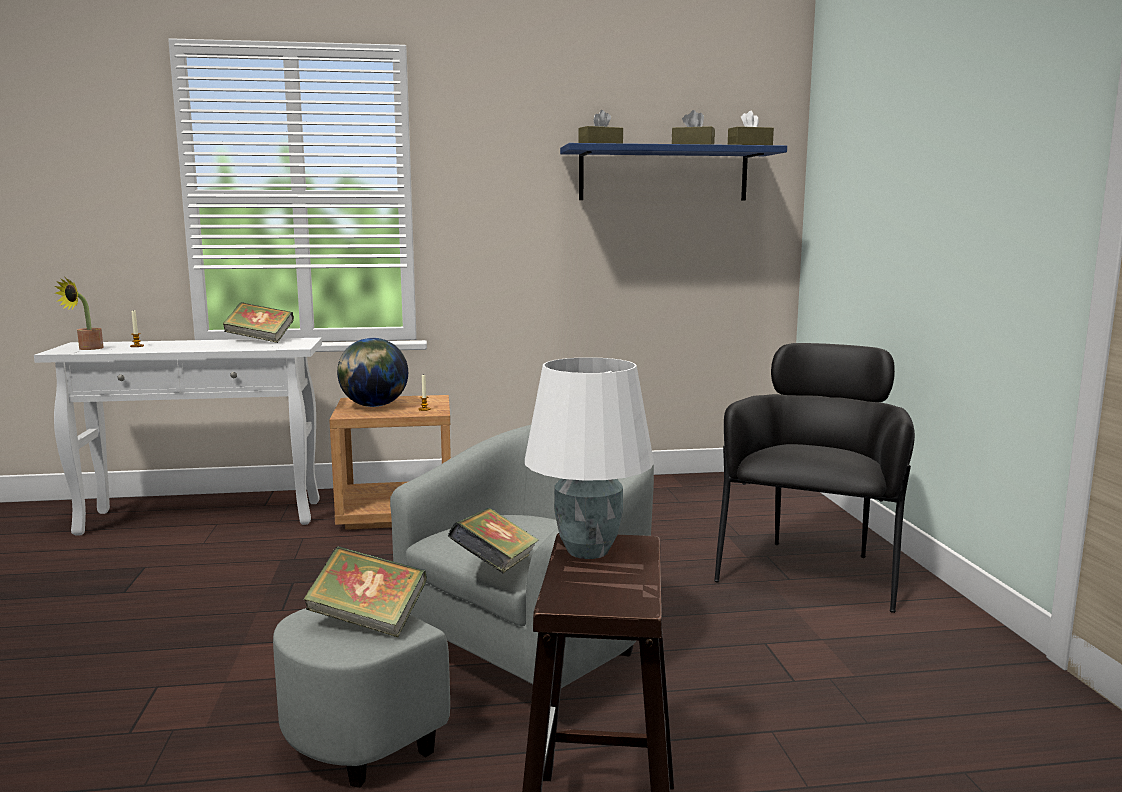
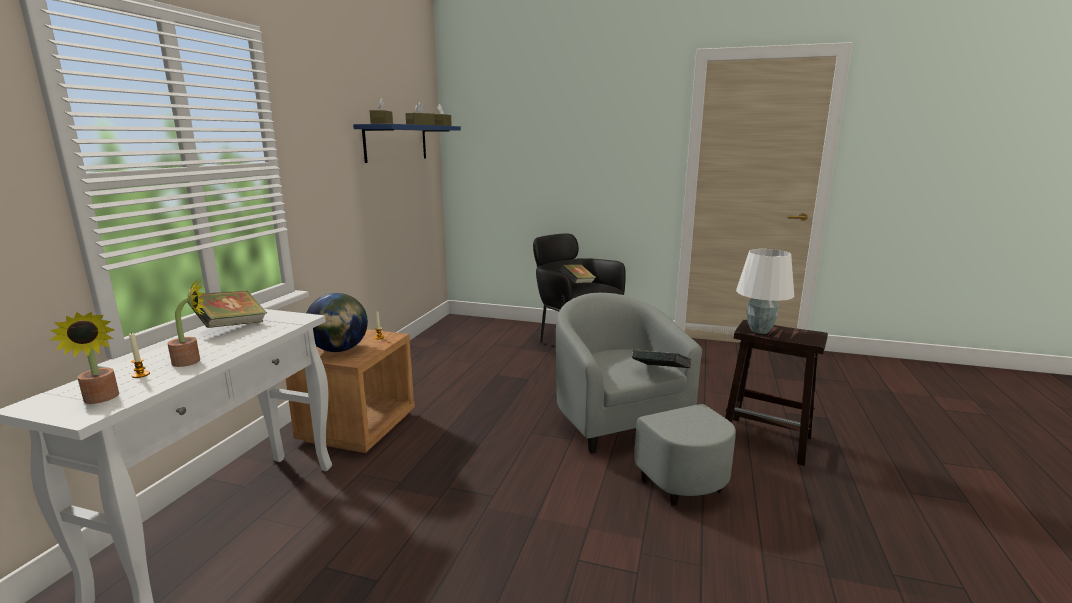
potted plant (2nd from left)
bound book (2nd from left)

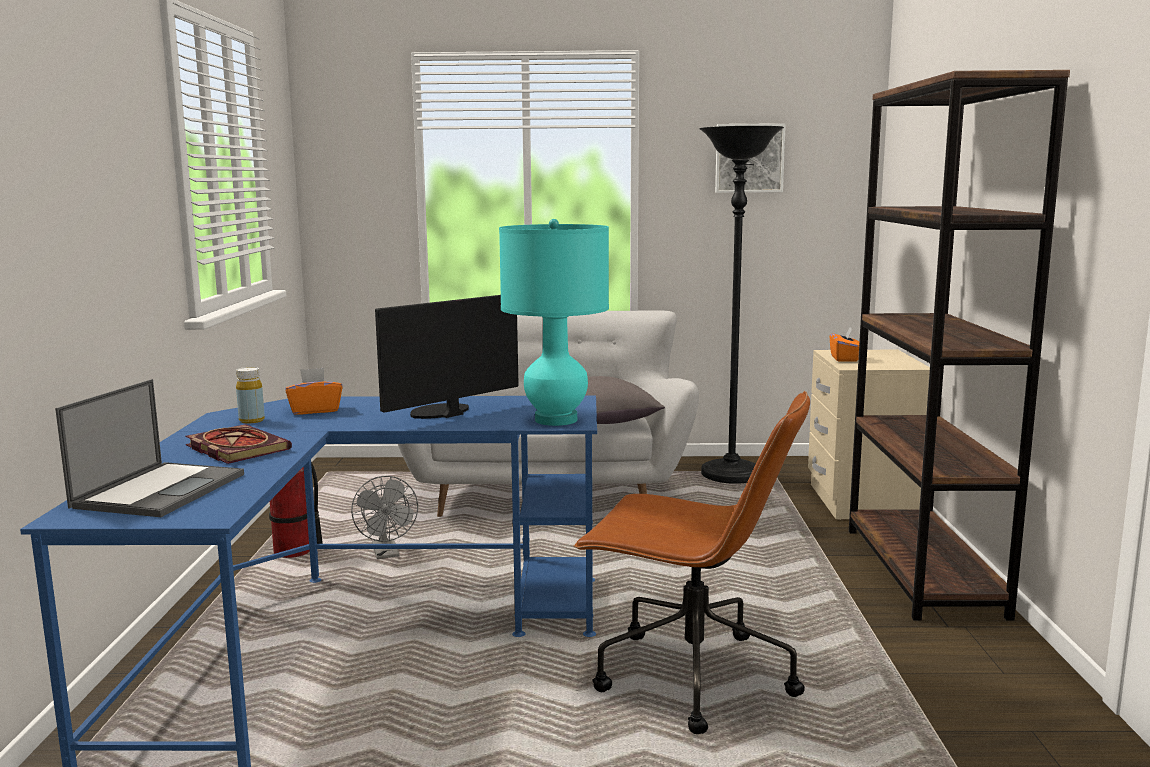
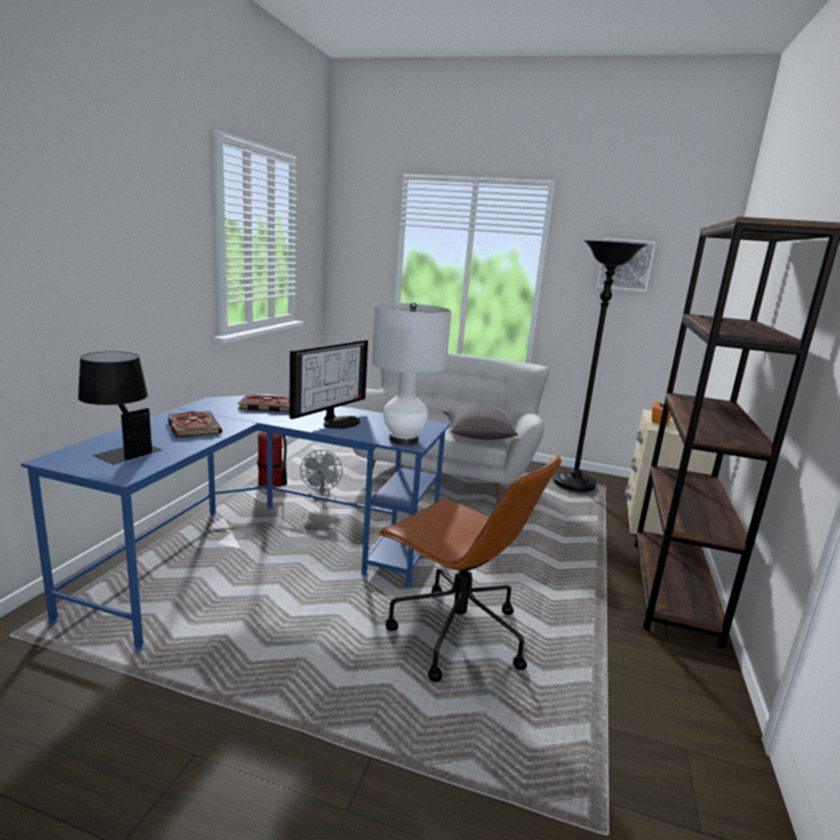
yellow bottle
black tabletop lamp
bound book (2nd from left)
whitish tabletop lamp
computer screen

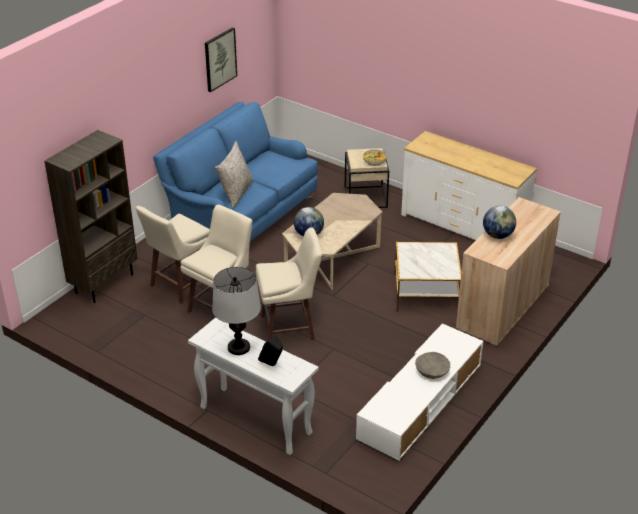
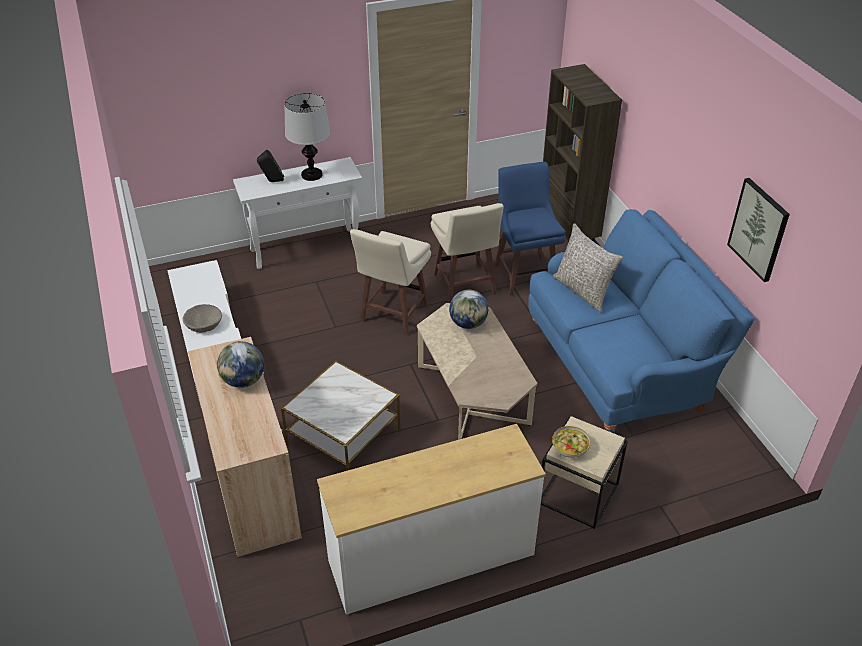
blue-coloured sitting stool

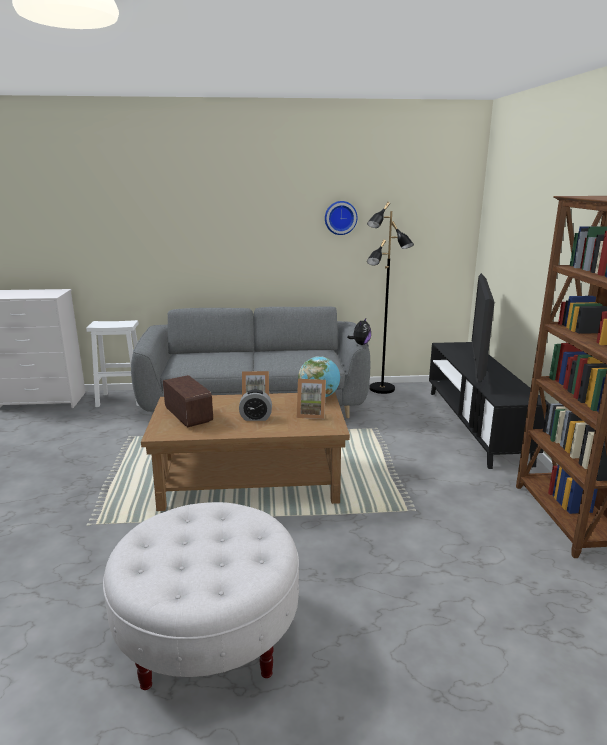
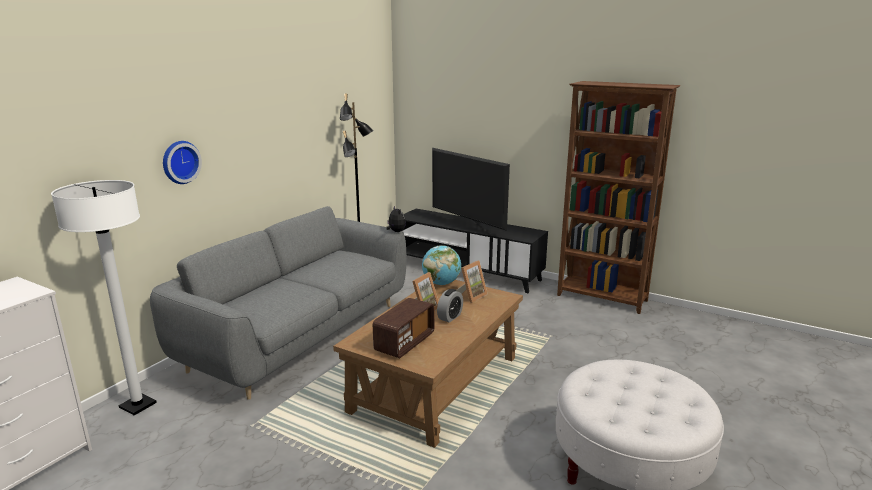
hanging clock
whitish floor lamp
radio receiver

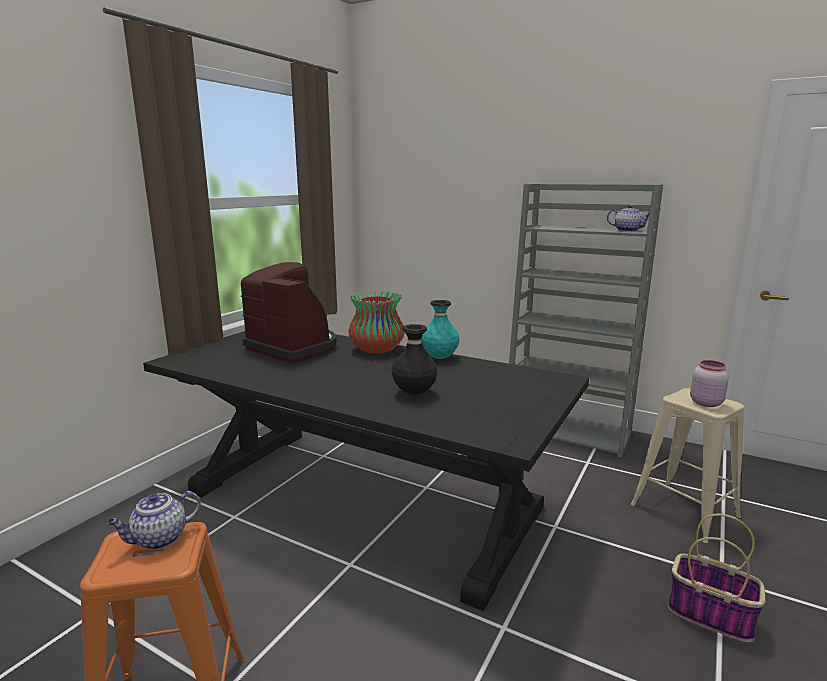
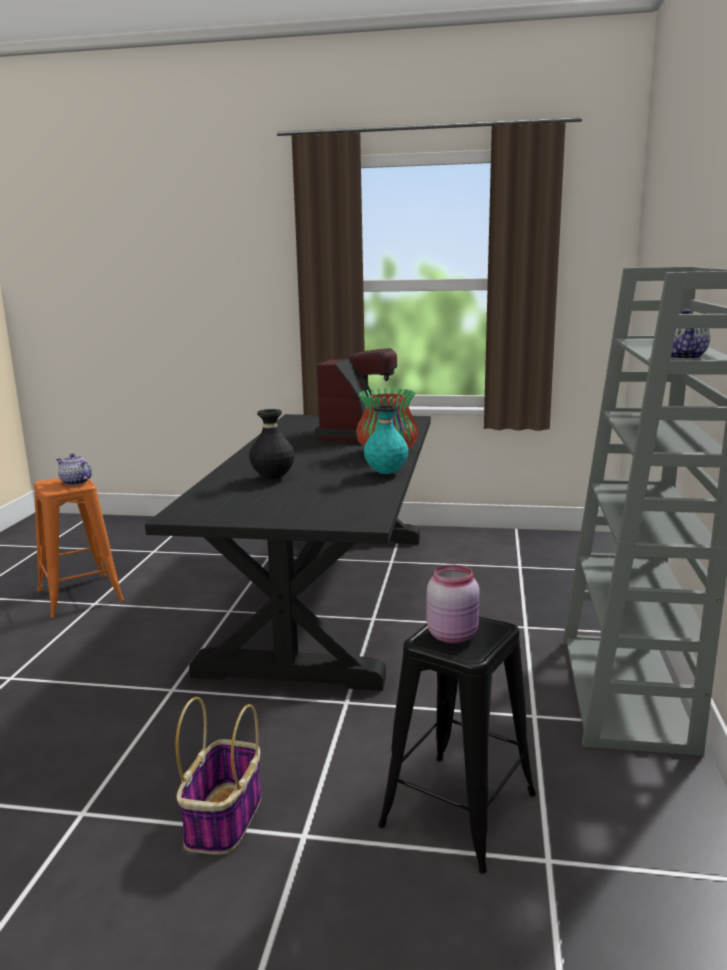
black sitting stool

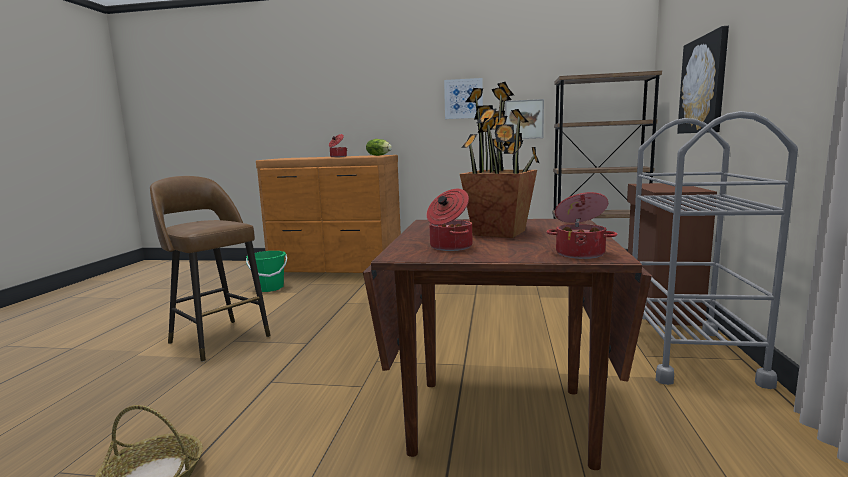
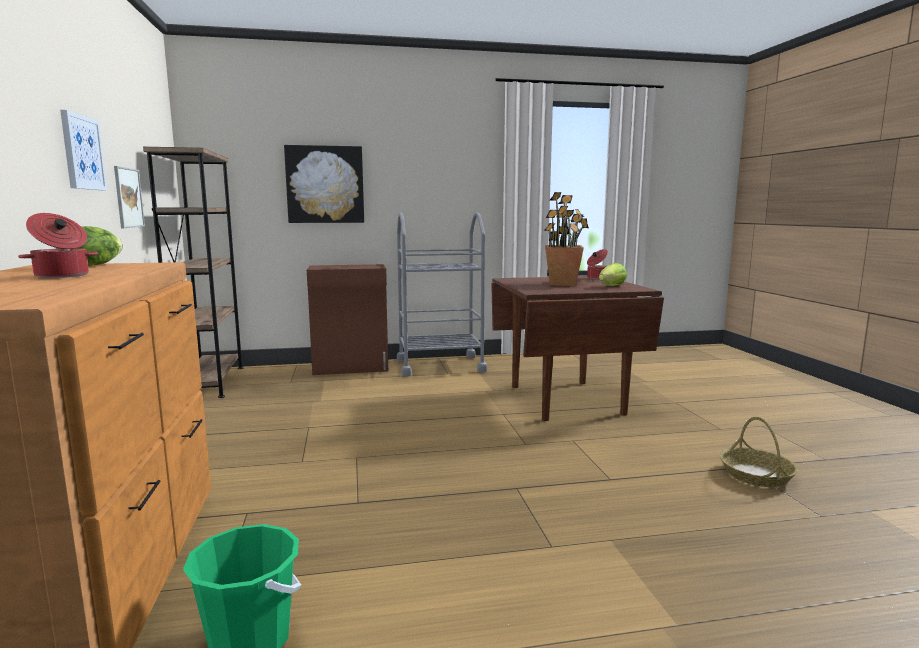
brownish sitting stool
head of lettuce (2nd from left)

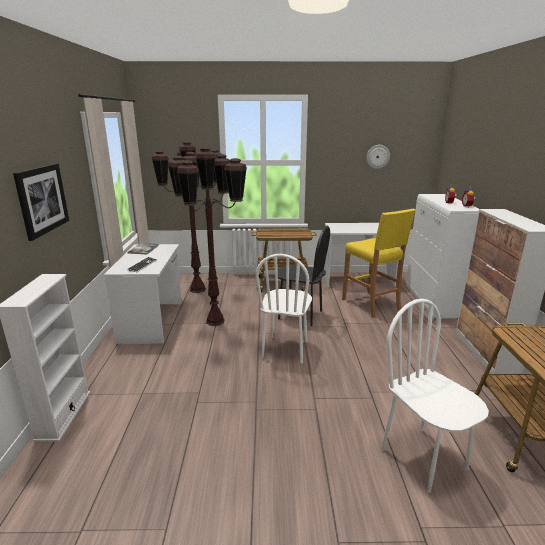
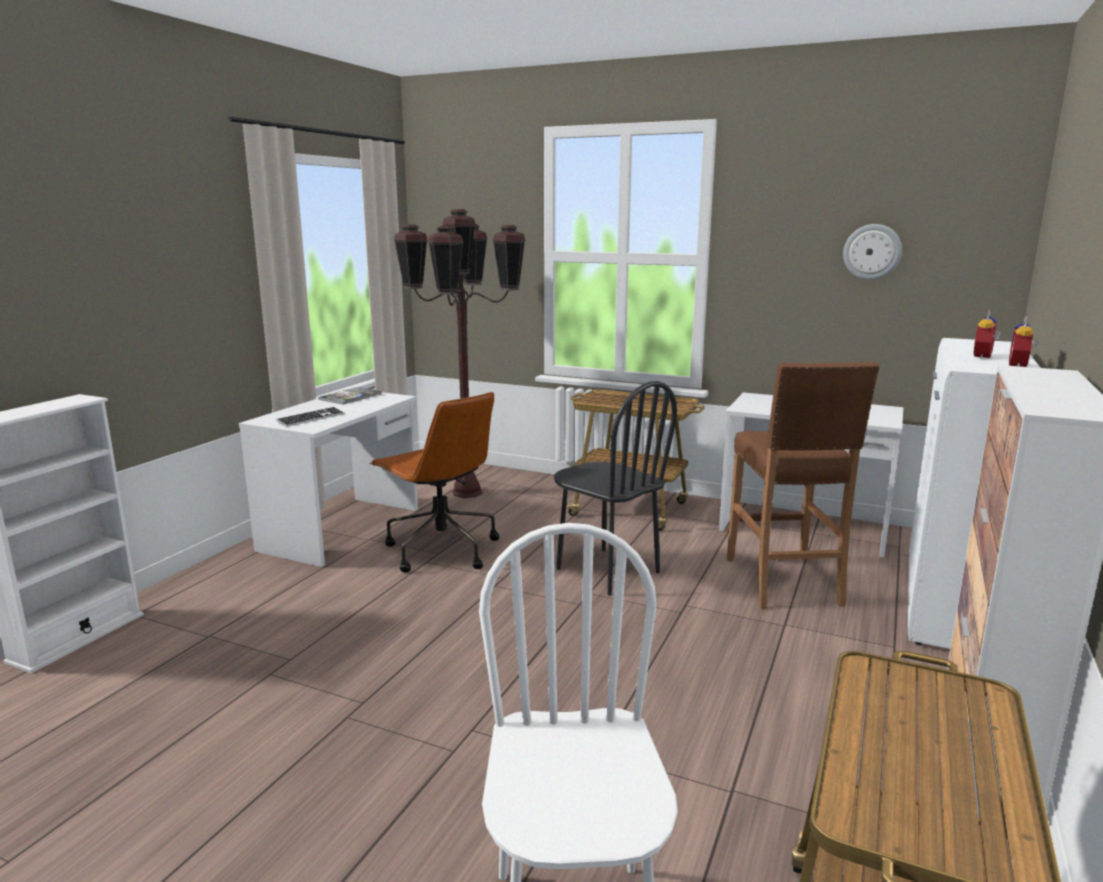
picture
whitish chair (1st from left in the first image)
brownish computer chair
brownish sitting stool

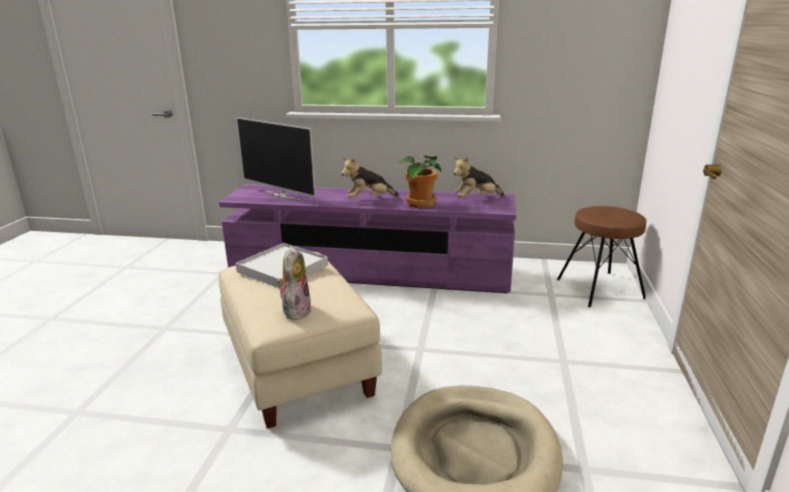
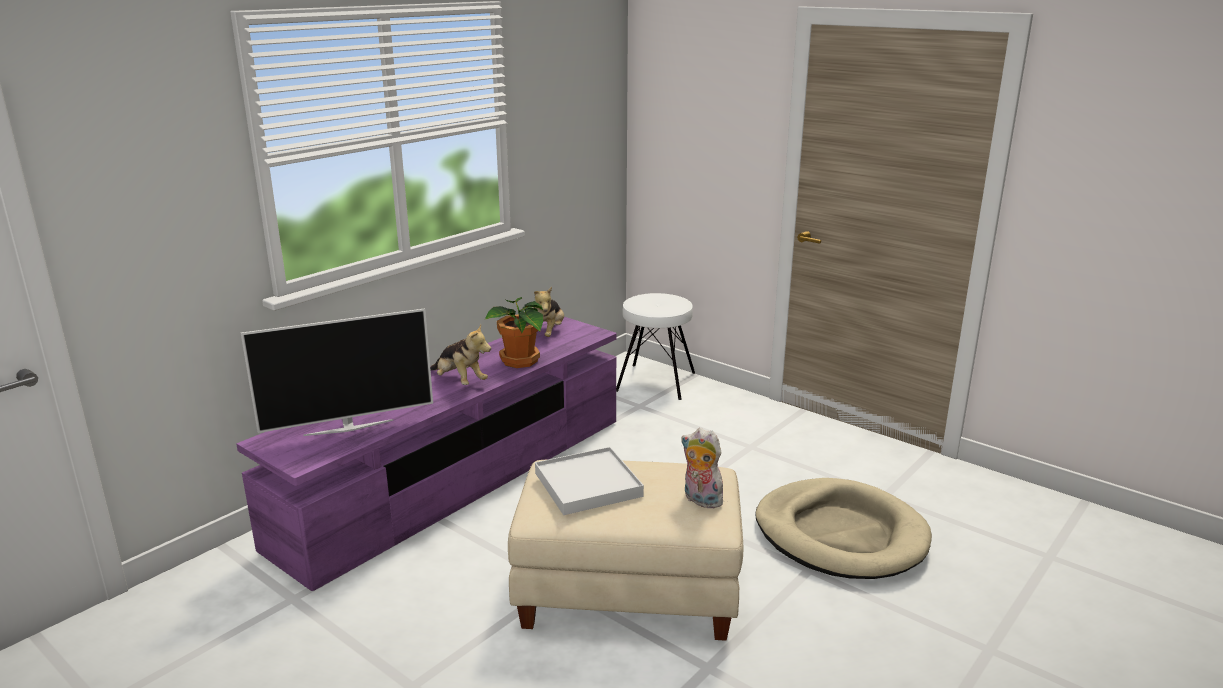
whitish sitting stool
soft toy (1st from left)

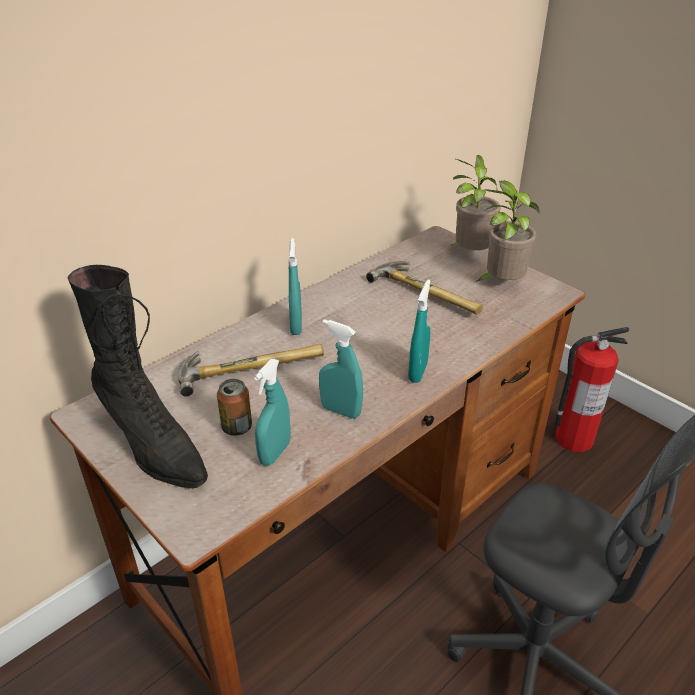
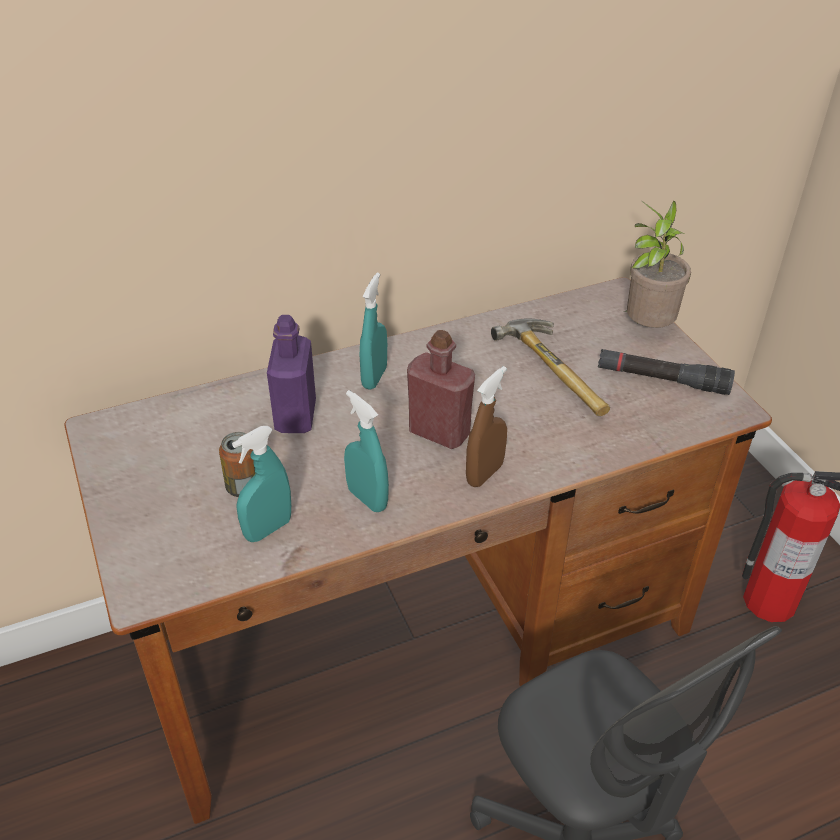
black high-top boot
red bottle
purple bottle
black hand torch
brownish hand sprayer

